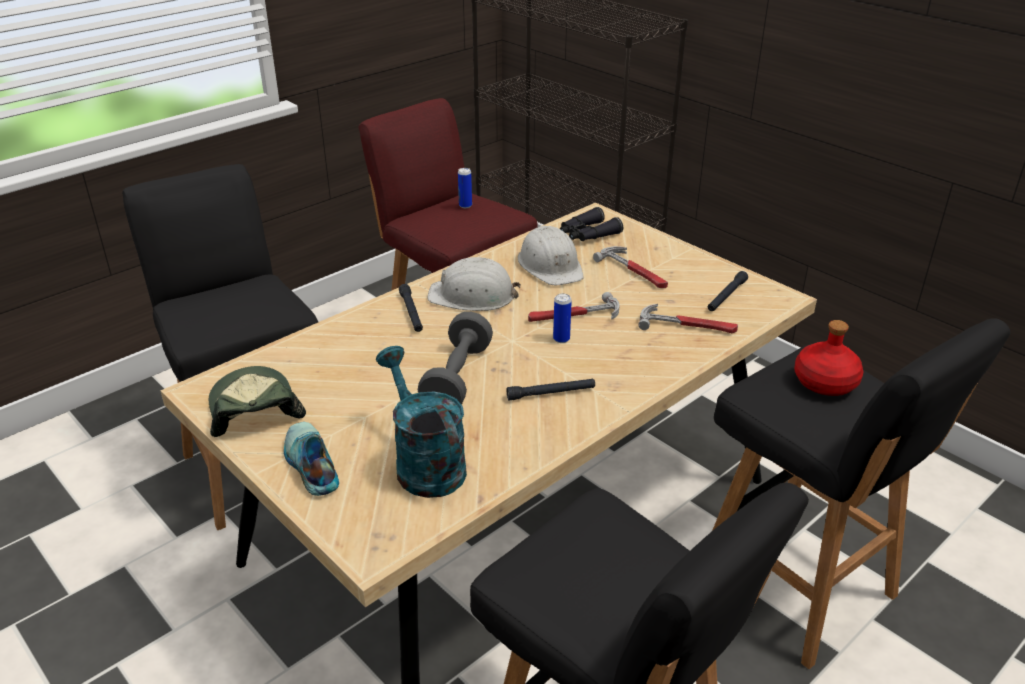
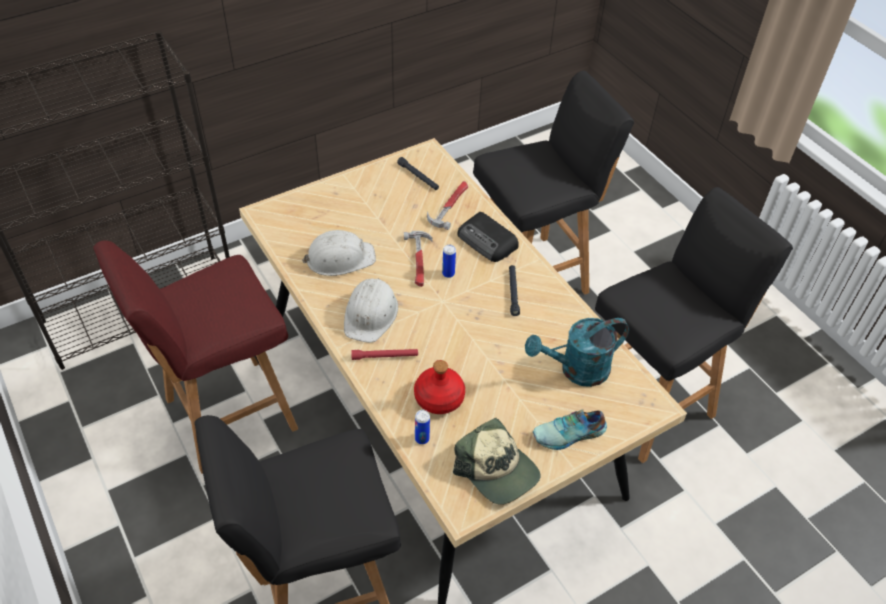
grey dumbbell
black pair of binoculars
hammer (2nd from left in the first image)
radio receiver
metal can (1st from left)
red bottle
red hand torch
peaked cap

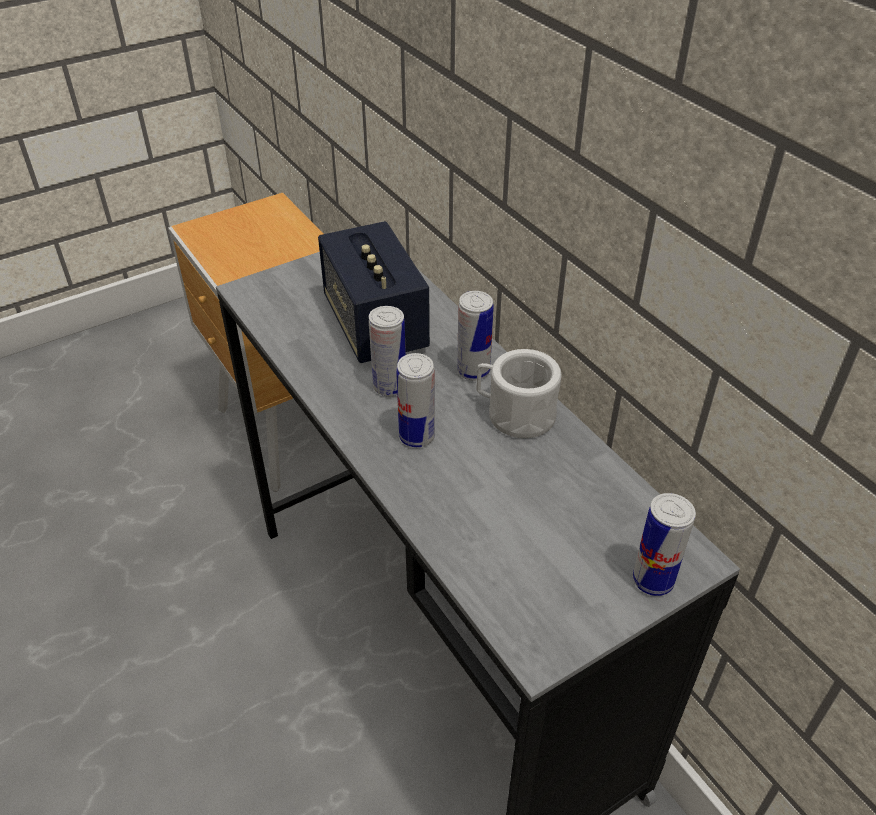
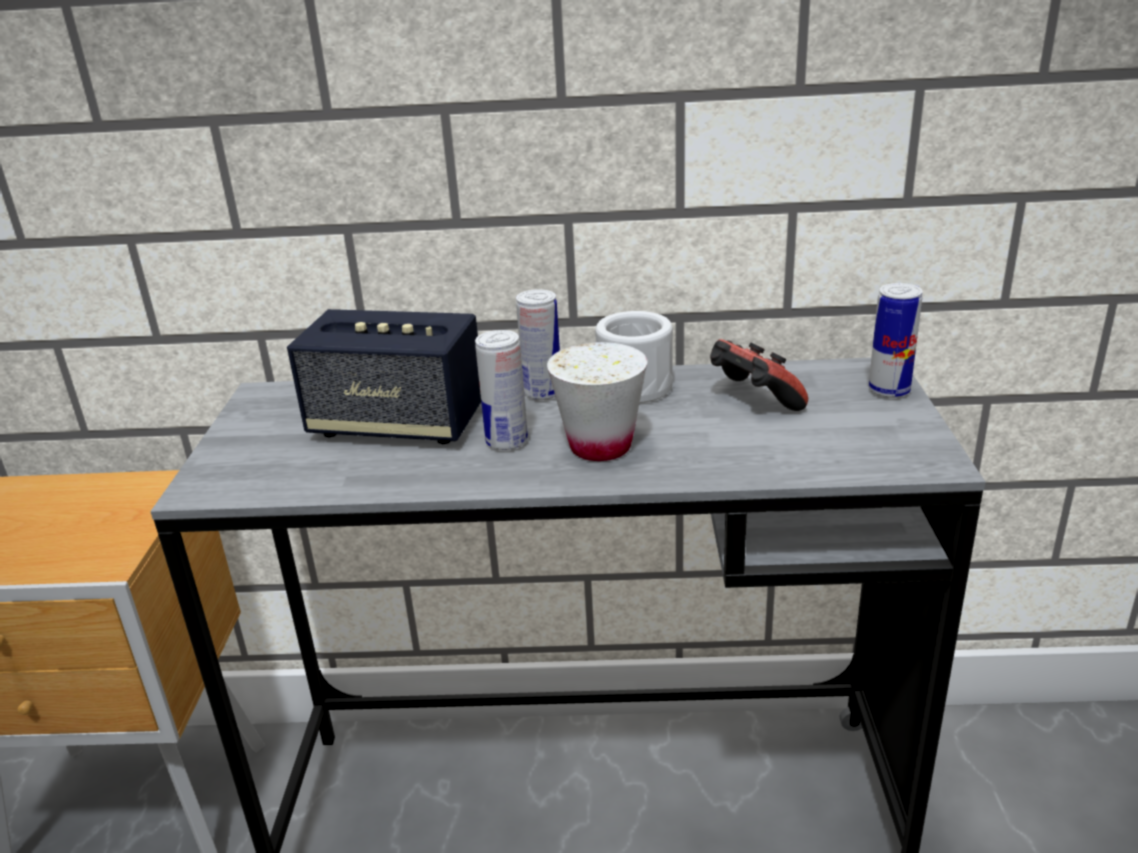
joypad
whitish drinking cup

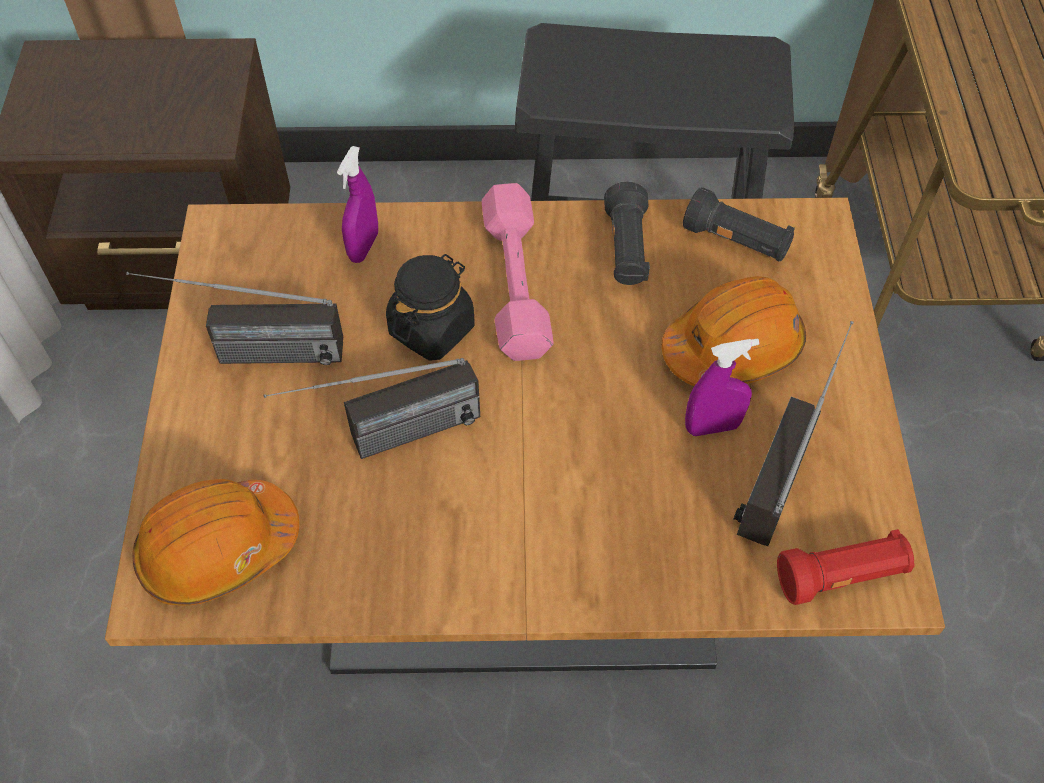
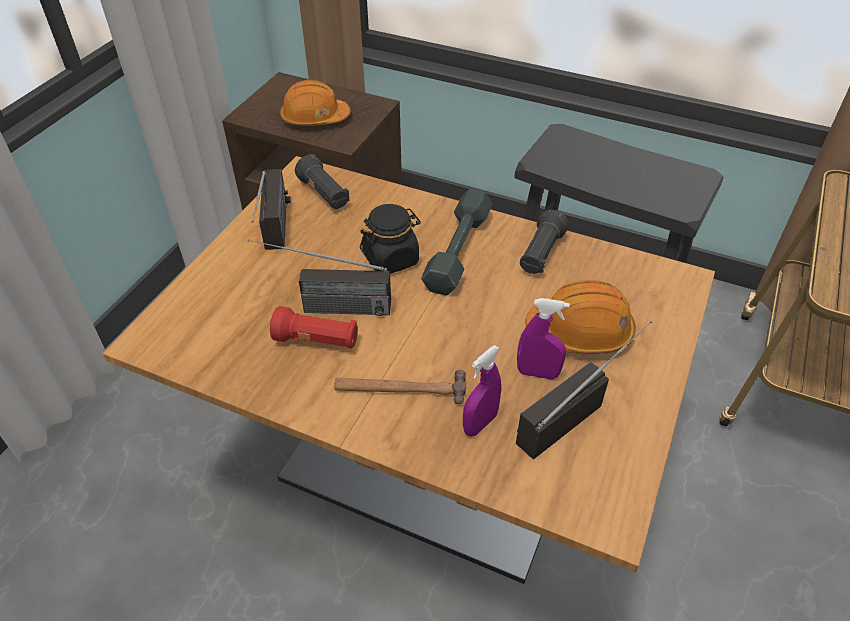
hammer
orange-coloured hard hat (1st from left)
purple hand sprayer (1st from left)
black hand torch (1st from left)
red hand torch
grey dumbbell
radio receiver (1st from left)

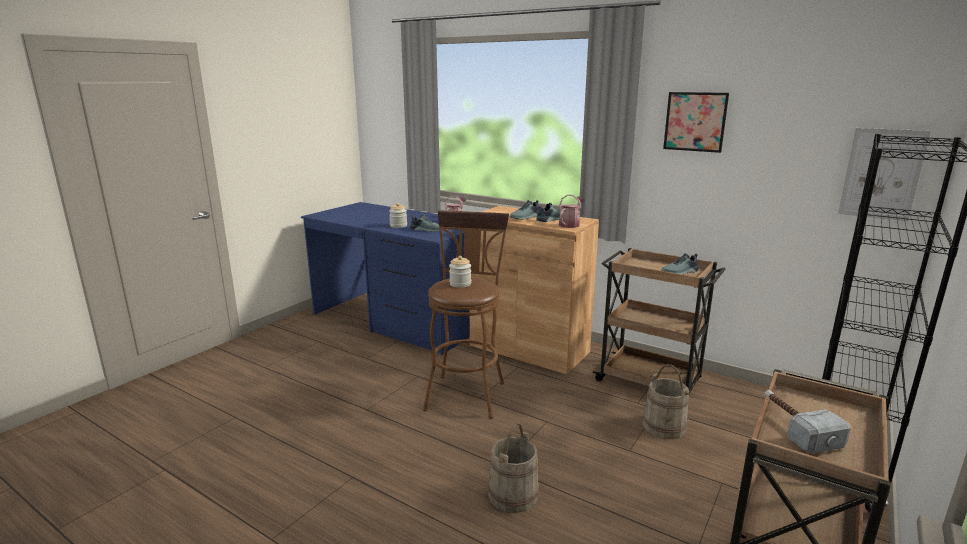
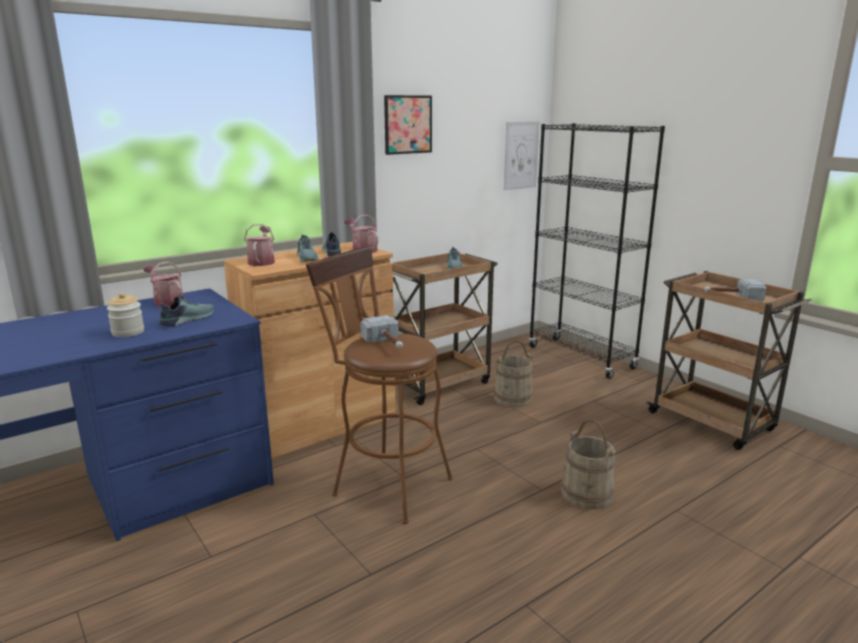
watering pot (2nd from left)
hammer (1st from left)

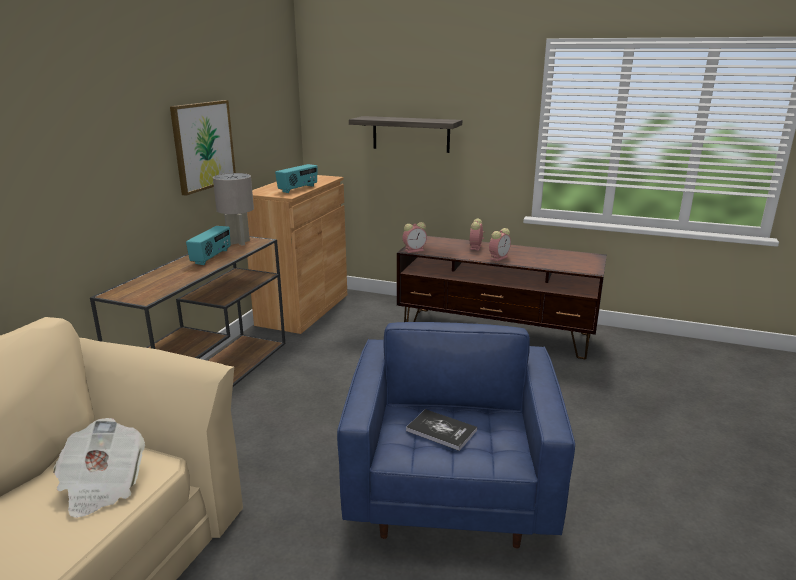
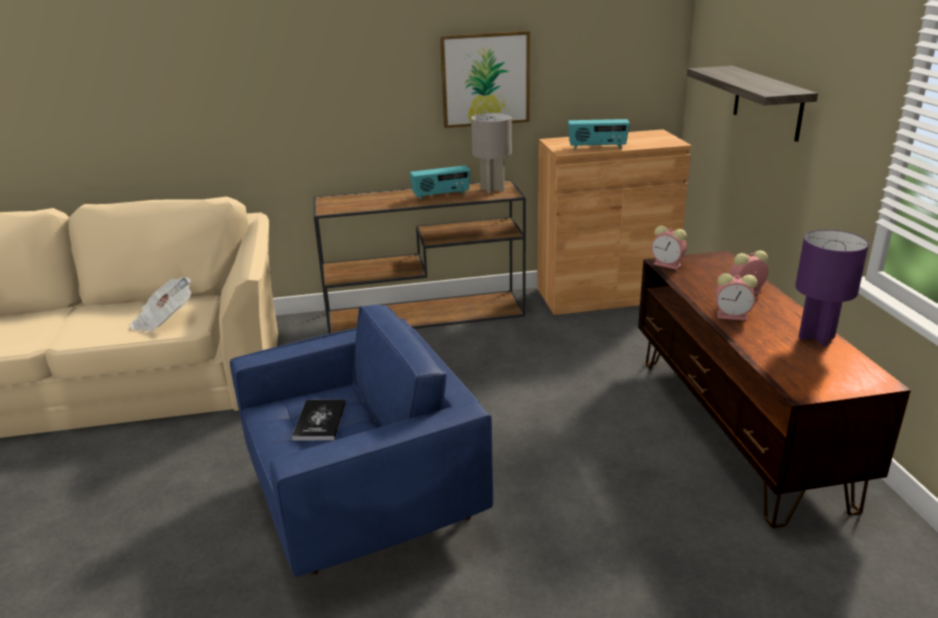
purple tabletop lamp

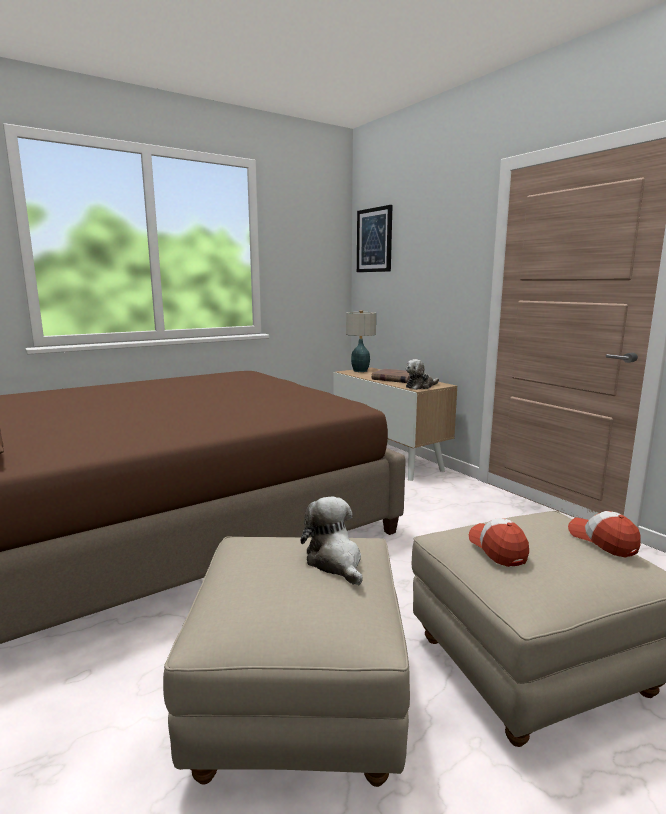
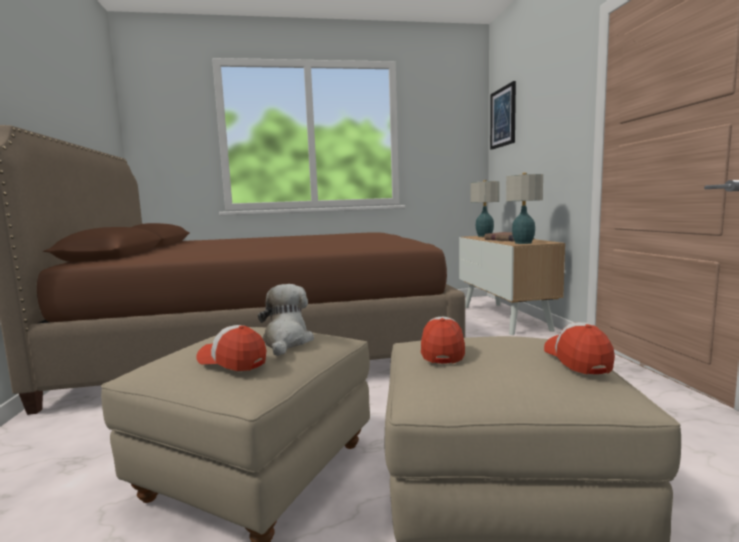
peaked cap (1st from left)
tabletop lamp (2nd from left)

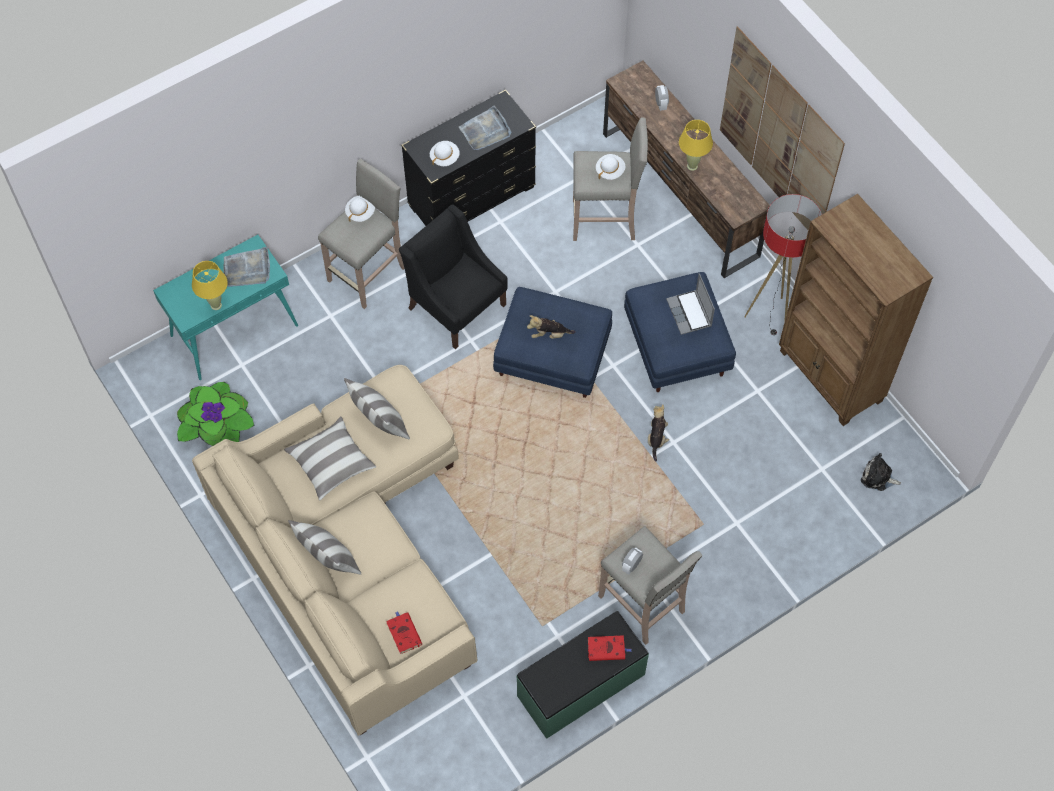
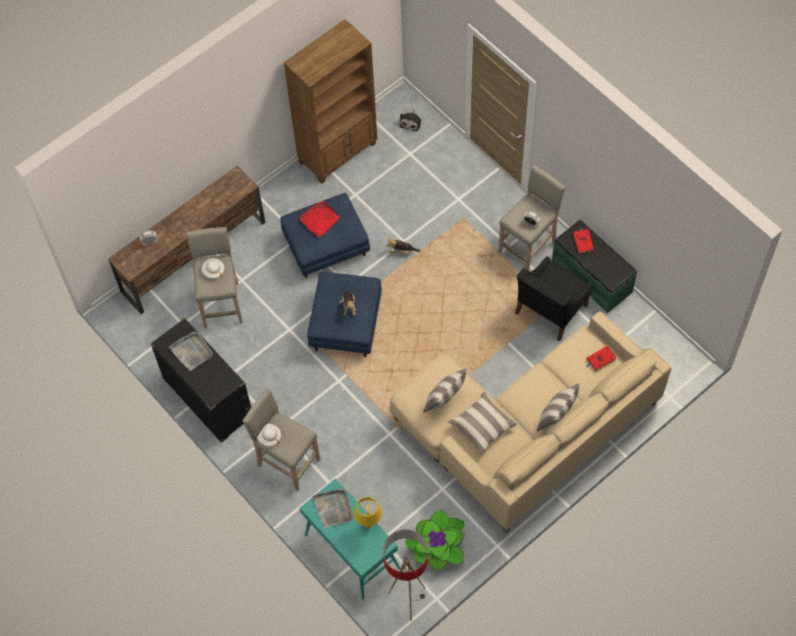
whitish wearable hat (2nd from left in the first image)
yellow tabletop lamp (2nd from left in the first image)
picture
black armchair
floor lamp
red serving tray

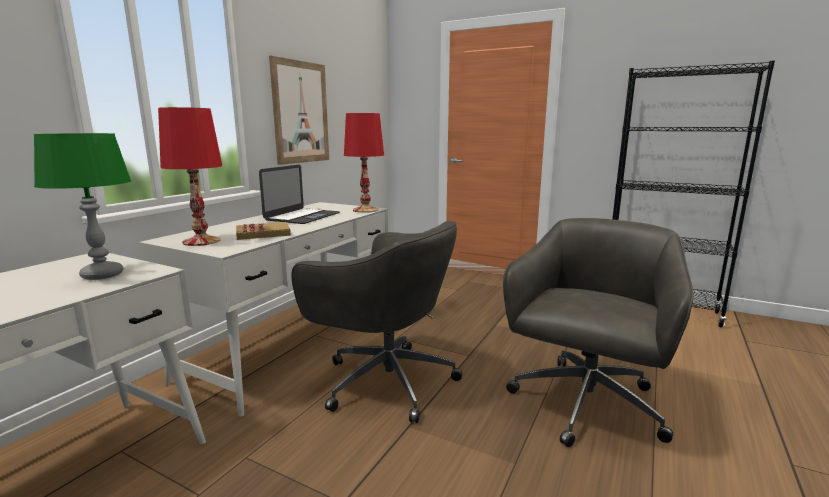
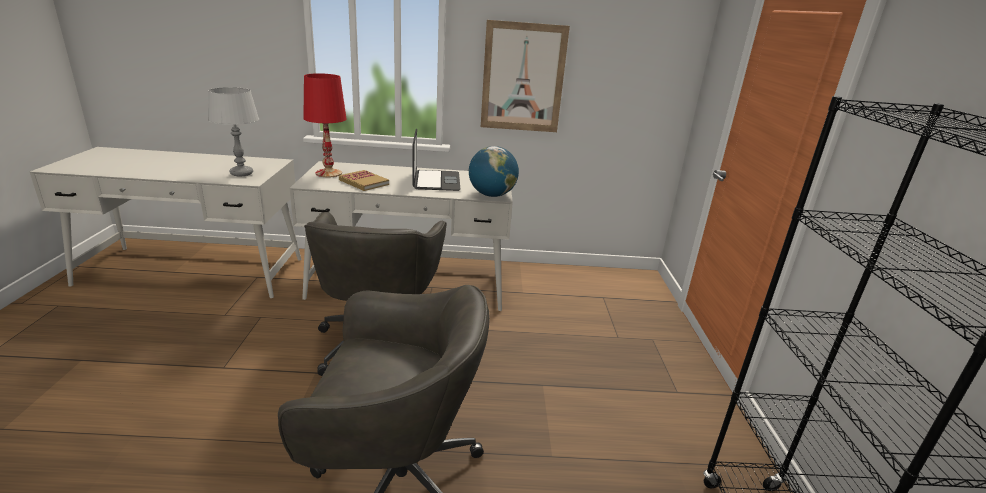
desk globe
grey tabletop lamp
portable computer

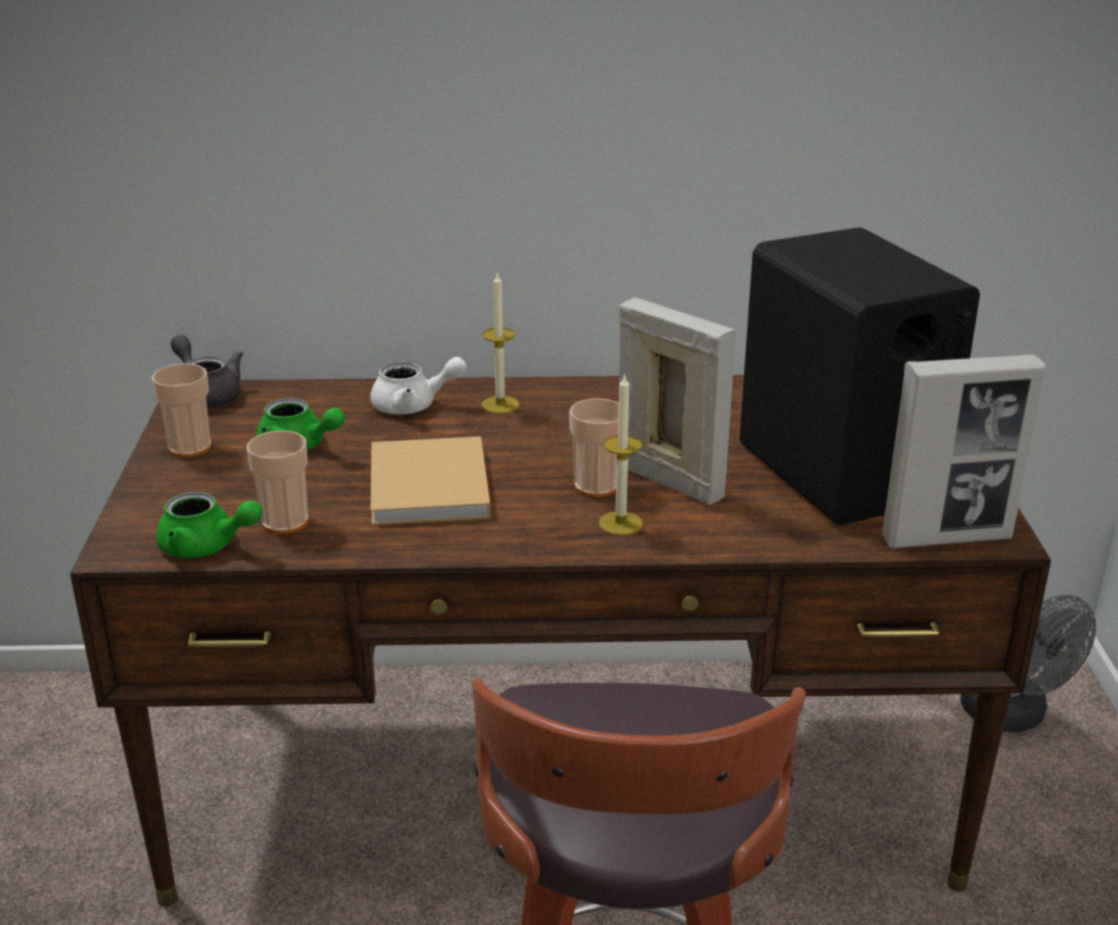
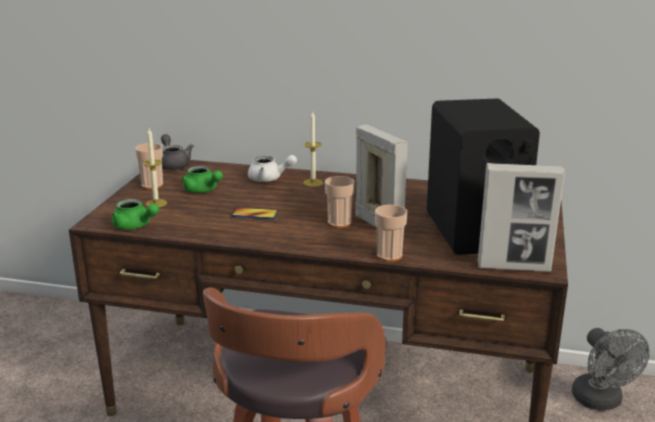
drinking cup (3rd from left)
wax light (1st from left)
telephone

